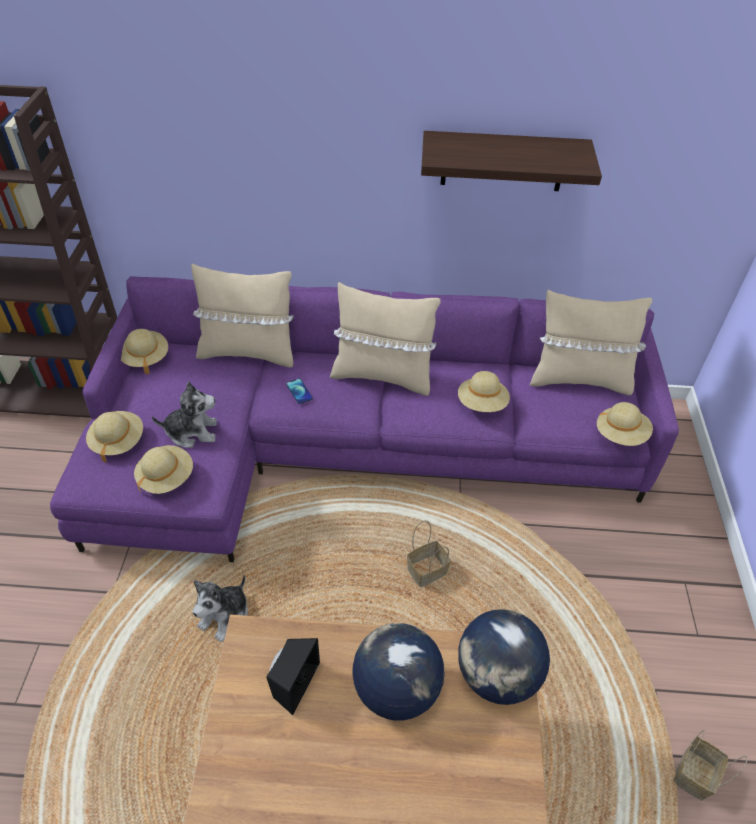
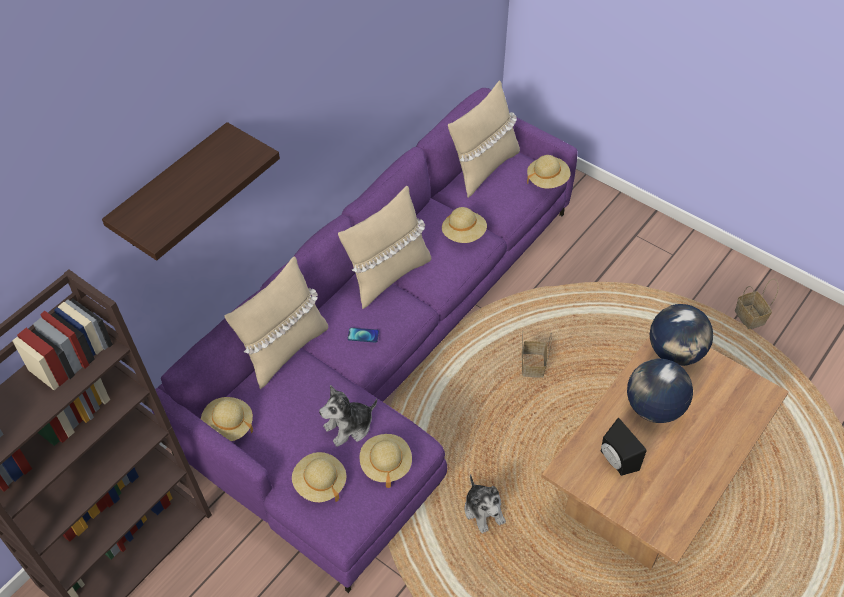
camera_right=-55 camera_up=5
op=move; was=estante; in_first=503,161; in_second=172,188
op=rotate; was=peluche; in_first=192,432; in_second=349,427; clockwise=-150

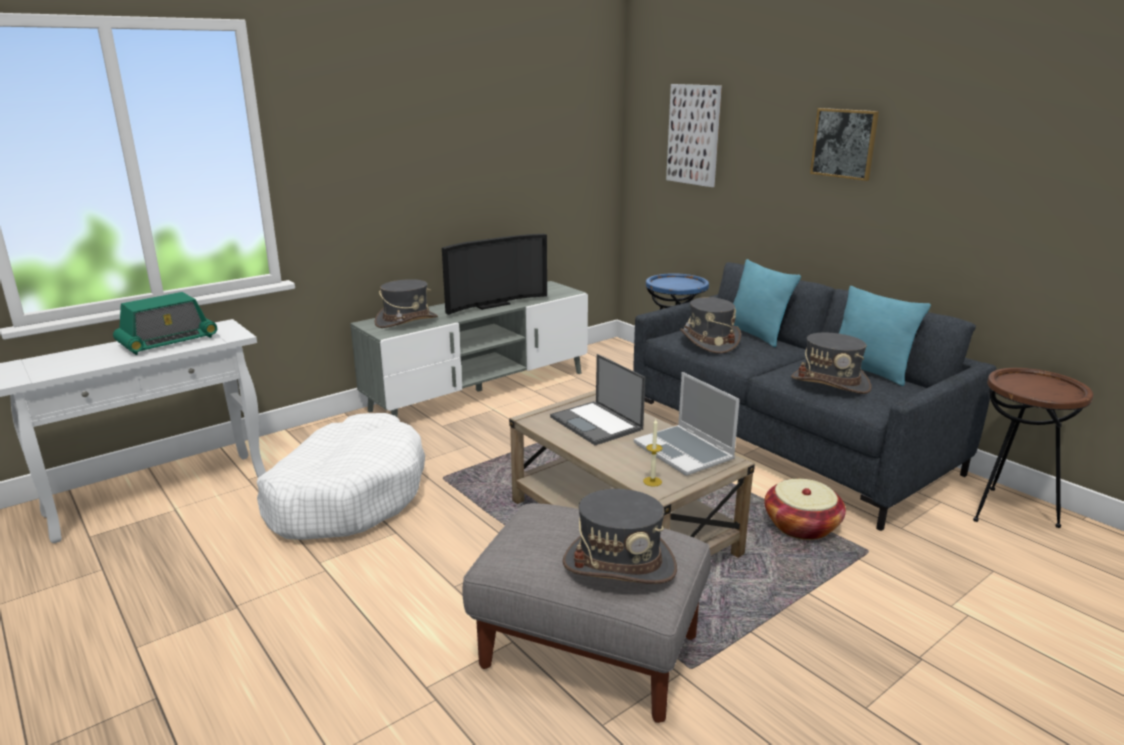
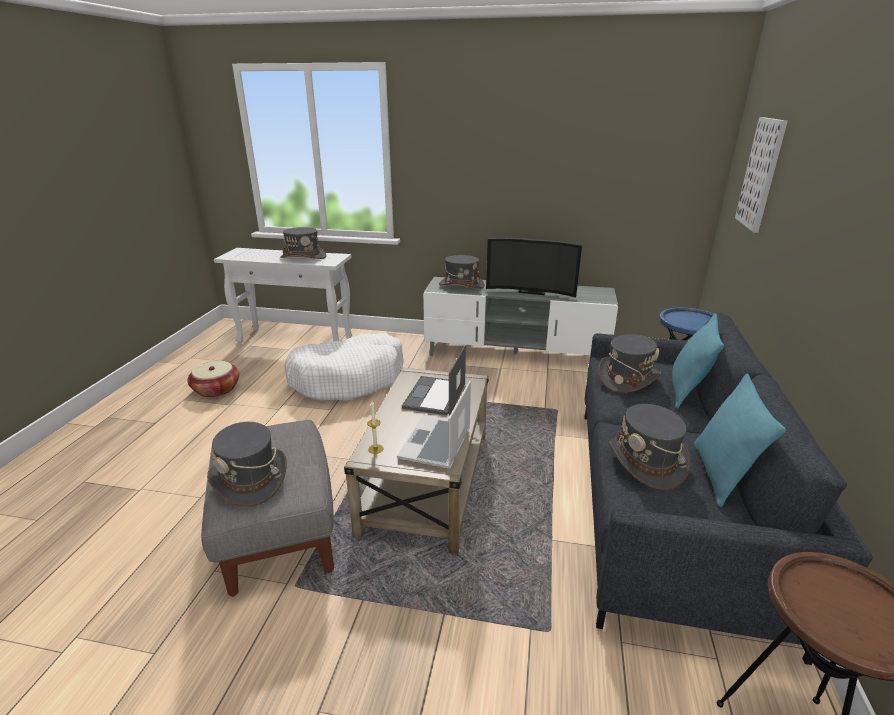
camera_right=50 camera_up=5
op=delete; was=cuadro; in_first=844,143
op=replace; was=radio; now=sombrero/gris; in_first=168,341; in_second=303,257
op=move; was=cesta; in_first=801,526; in_second=216,389

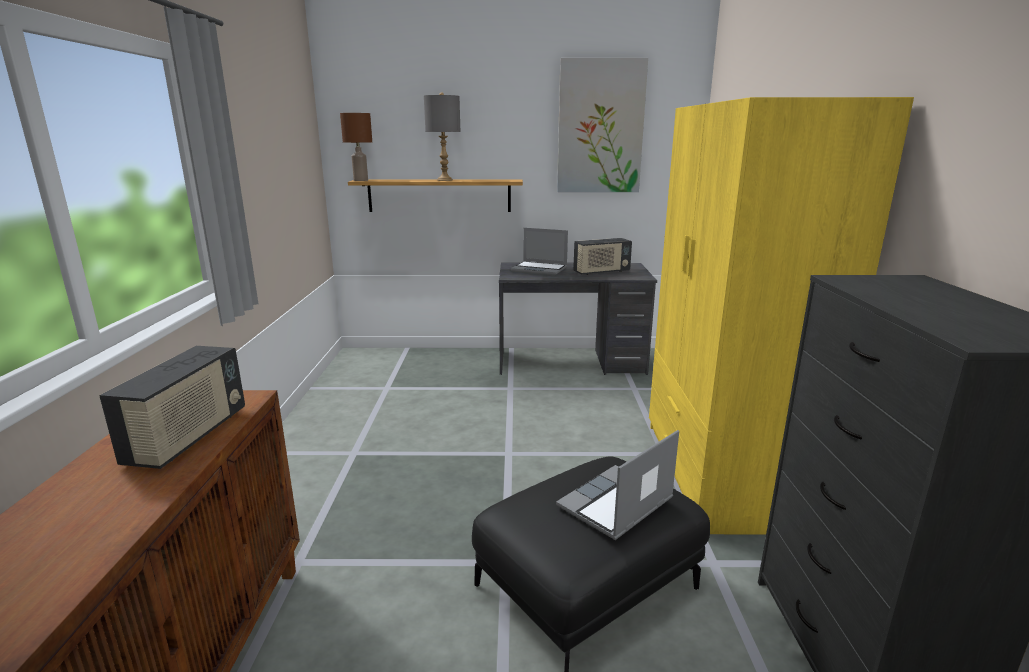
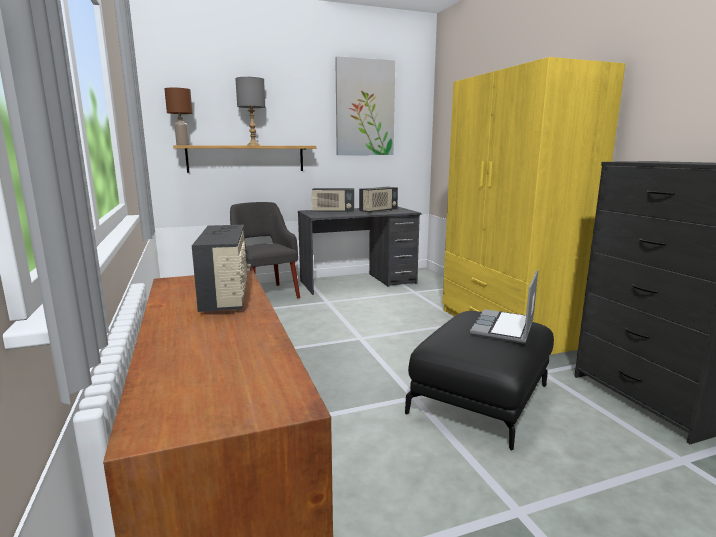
camera_right=-20 camera_up=-5
op=replace; was=portátil; now=radio; in_first=540,269; in_second=333,212
op=insert; now=sillón/gris; in_second=266,294

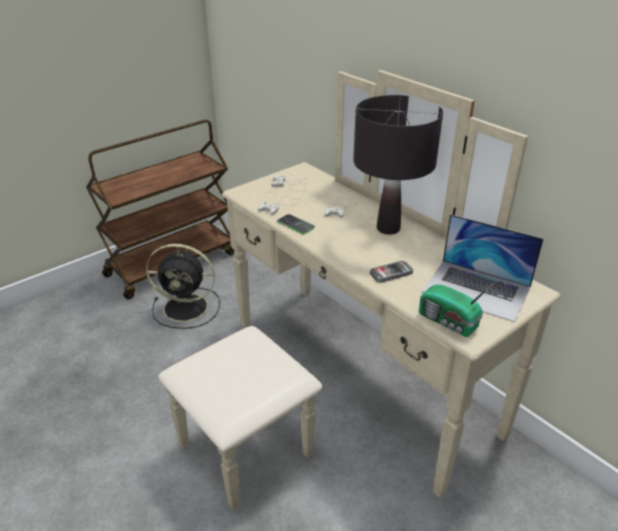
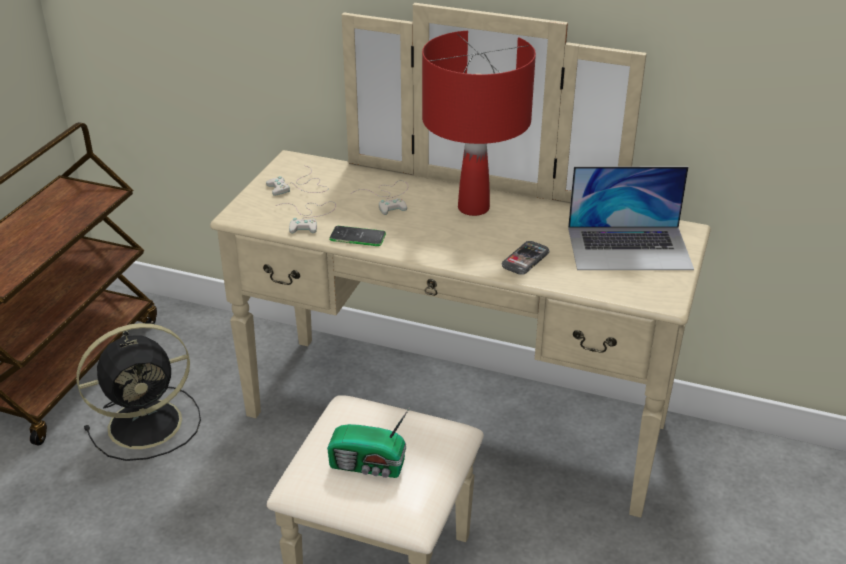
camera_right=-30 camera_up=0
op=recolor; was=lámpara de mesa/negro; now=lámpara de mesa/rojo; in_first=388,228; in_second=473,208
op=move; was=radio; in_first=448,322; in_second=369,466

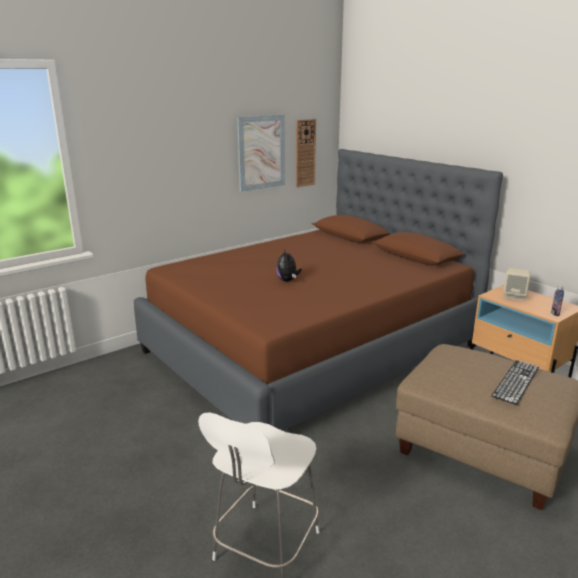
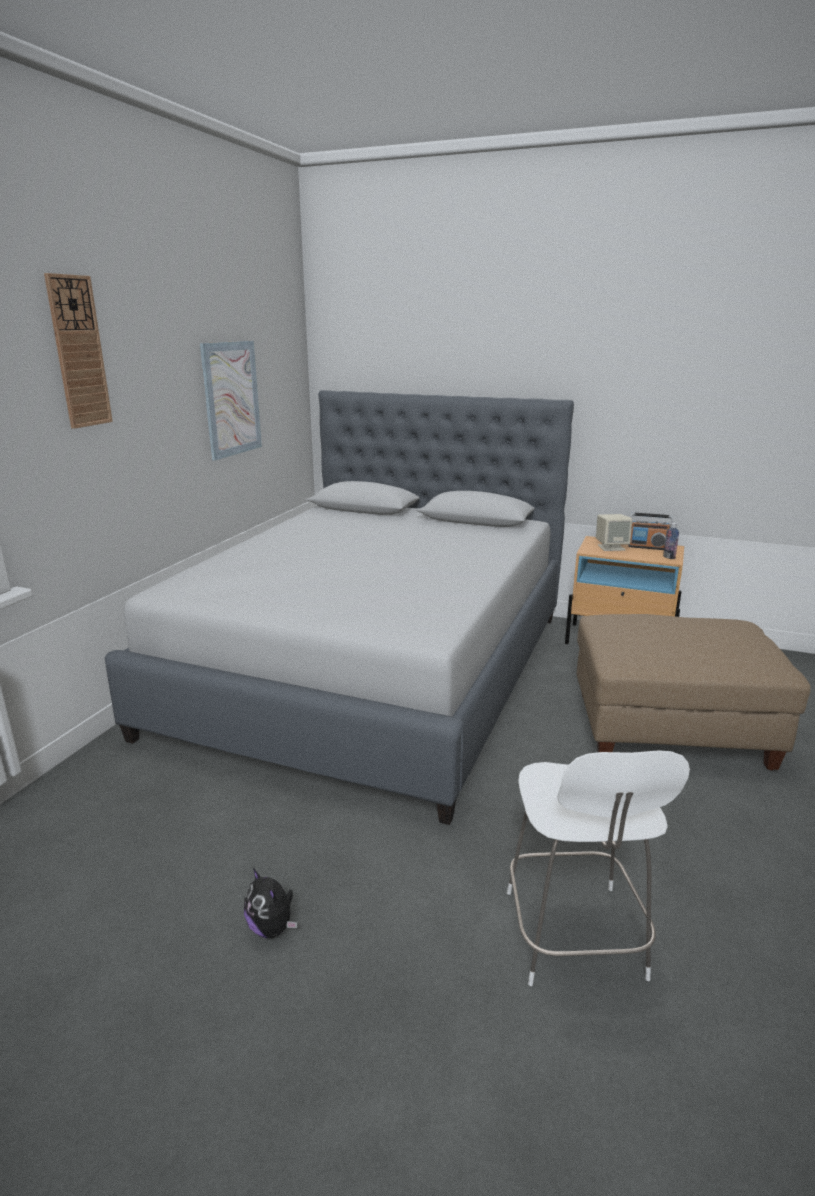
camera_right=-30 camera_up=0
op=move; was=reloj de pared; in_first=305,153; in_second=78,352
op=recolor; was=cama/marrón; now=cama/gris; in_first=311,349; in_second=374,671
op=move; was=peluche; in_first=288,280; in_second=272,928
op=delete; was=teclado; in_first=516,381
op=insert; now=radio; in_second=647,547

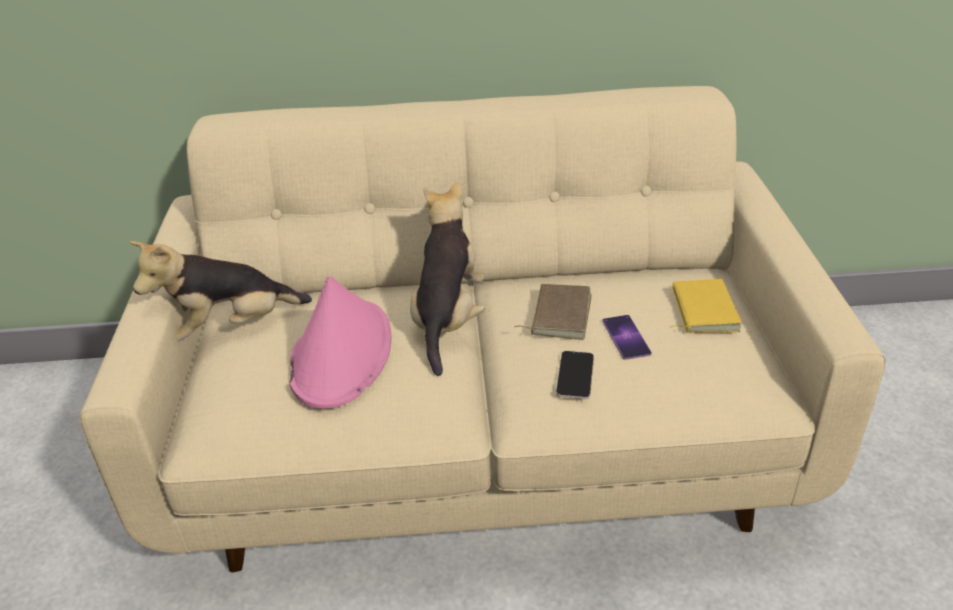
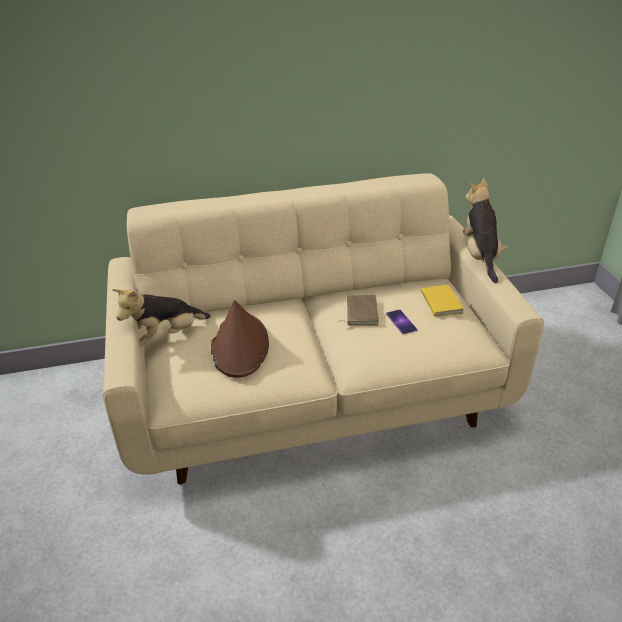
camera_right=-10 camera_up=0
op=move; was=peluche; in_first=447,319; in_second=480,256
op=recolor; was=sombrero/rosa; now=sombrero/marrón; in_first=341,354; in_second=240,346
op=delete; was=móvil; in_first=575,375

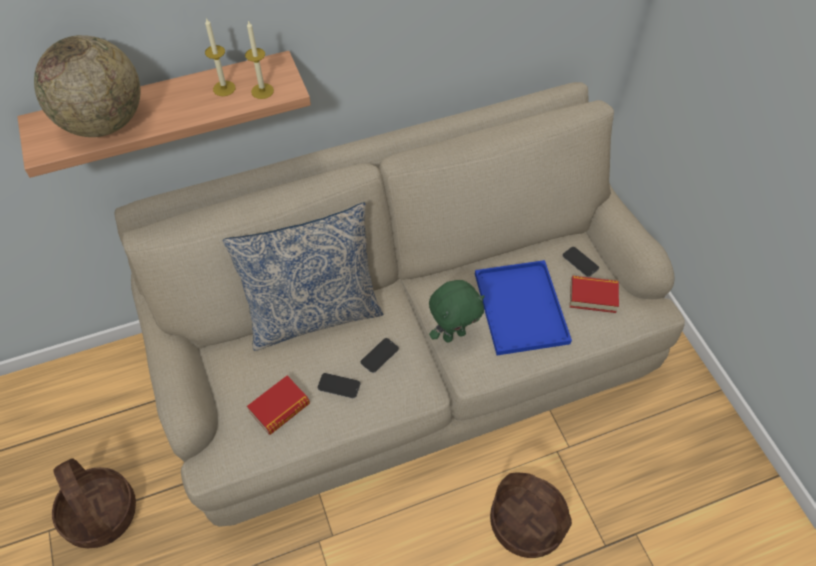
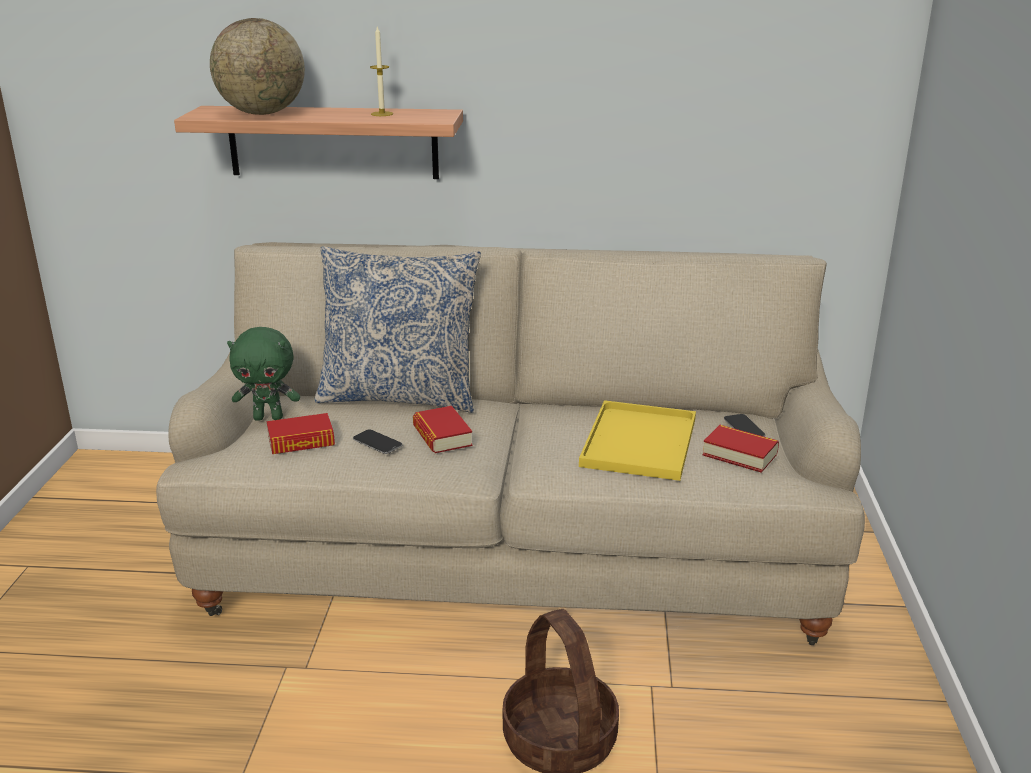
camera_right=25 camera_up=-30
op=delete; was=vela; in_first=262,91
op=recolor; was=bandeja/azul; now=bandeja/amarillo; in_first=519,306; in_second=638,440
op=move; was=peluche/verde; in_first=453,334; in_second=269,417
op=replace; was=móvil; now=libro; in_first=379,356; in_second=442,436
op=delete; was=cesta; in_first=100,513

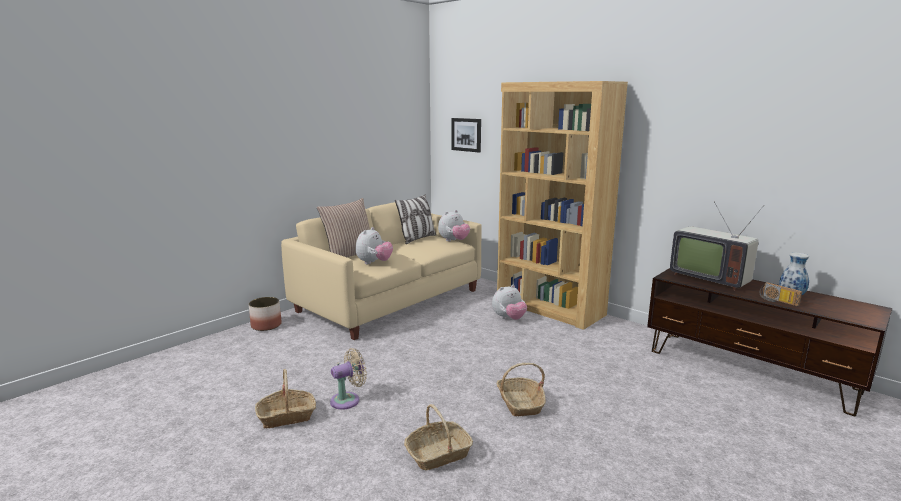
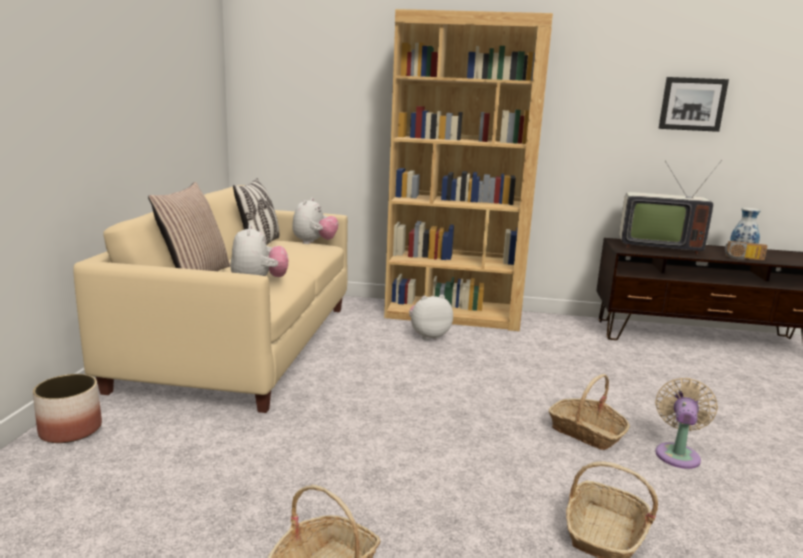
camera_right=-35 camera_up=0
op=move; was=cuadro; in_first=466,134; in_second=692,104
op=rotate; was=peluche; in_first=509,319; in_second=428,336; clockwise=-135
op=move; was=ventilador/beis; in_first=348,400; in_second=677,454

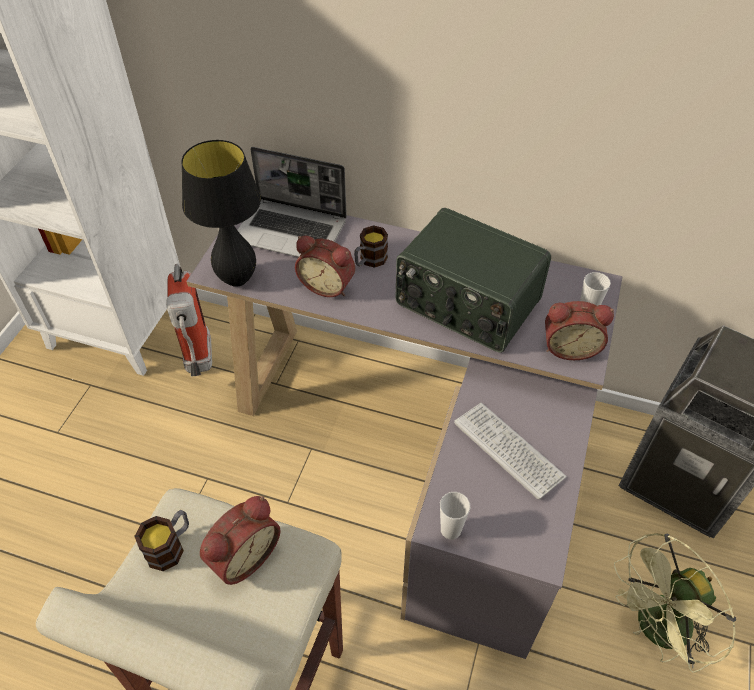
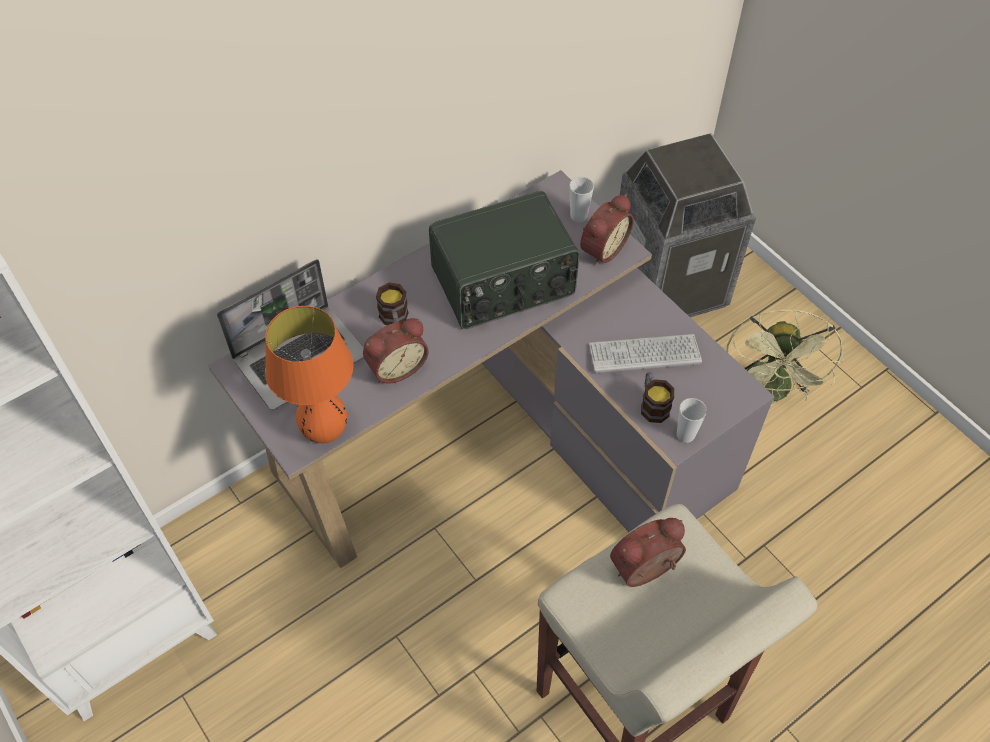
camera_right=-55 camera_up=5
op=recolor; was=lámpara de mesa/negro; now=lámpara de mesa/naranja; in_first=237,279; in_second=325,433
op=delete; was=extintor; in_first=199,363
op=rotate; was=despertador; in_first=242,555; in_second=646,571; clockwise=-105
op=move; was=taza grande; in_first=170,546; in_second=652,404

